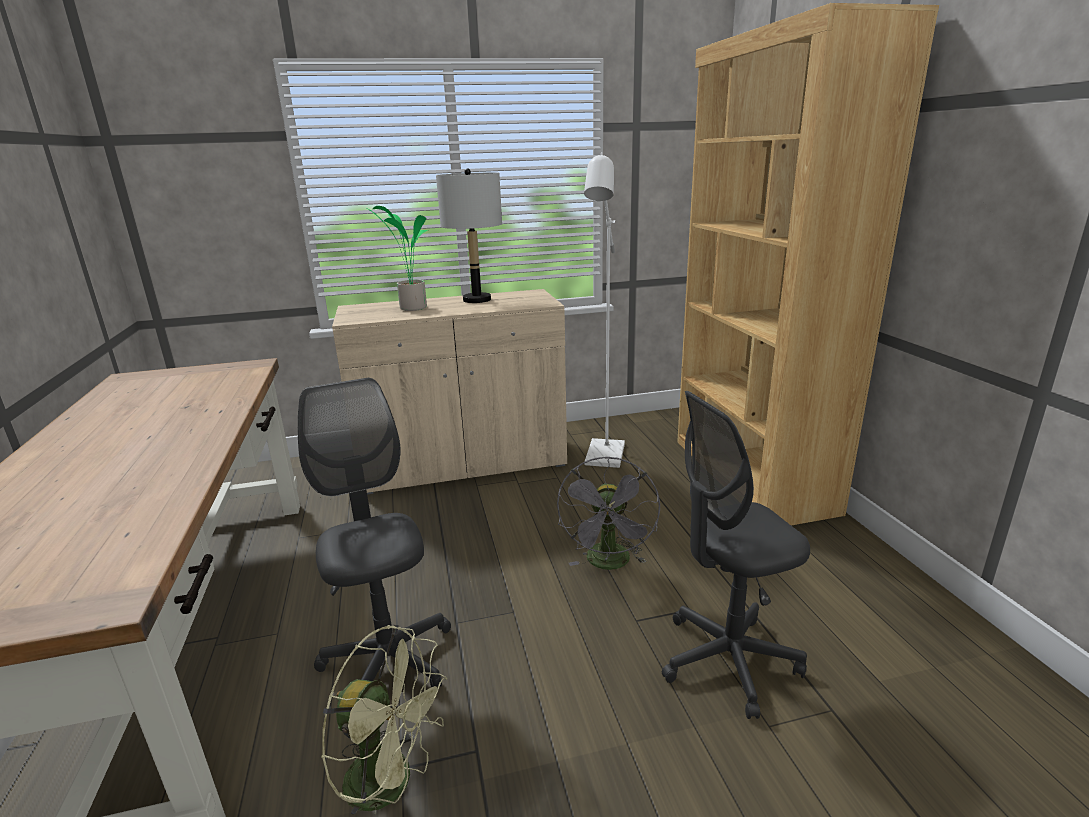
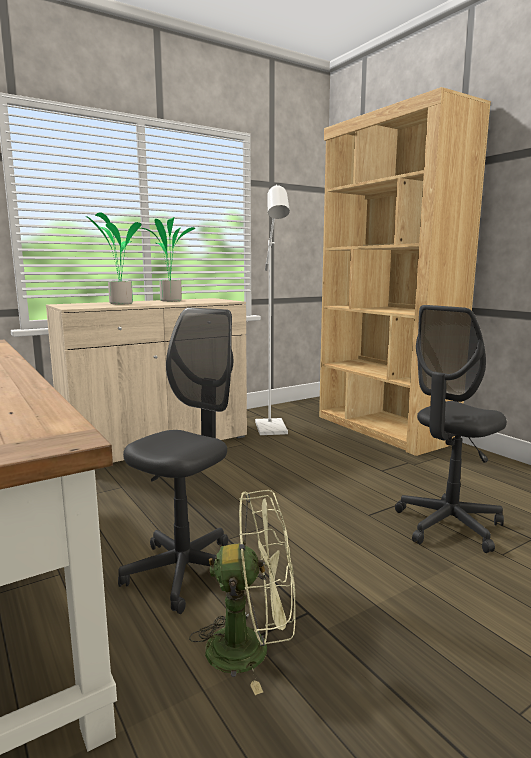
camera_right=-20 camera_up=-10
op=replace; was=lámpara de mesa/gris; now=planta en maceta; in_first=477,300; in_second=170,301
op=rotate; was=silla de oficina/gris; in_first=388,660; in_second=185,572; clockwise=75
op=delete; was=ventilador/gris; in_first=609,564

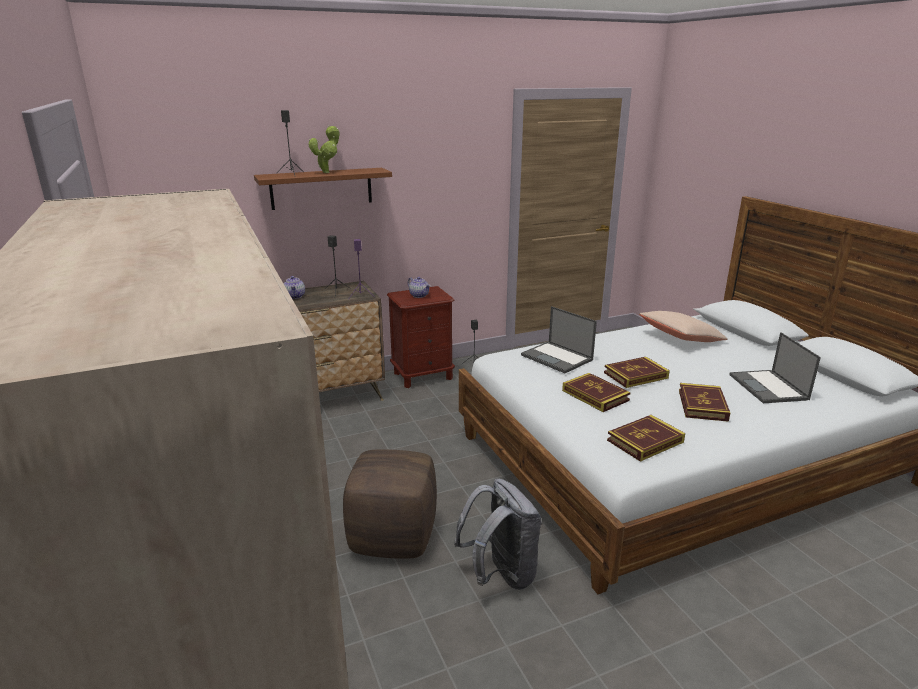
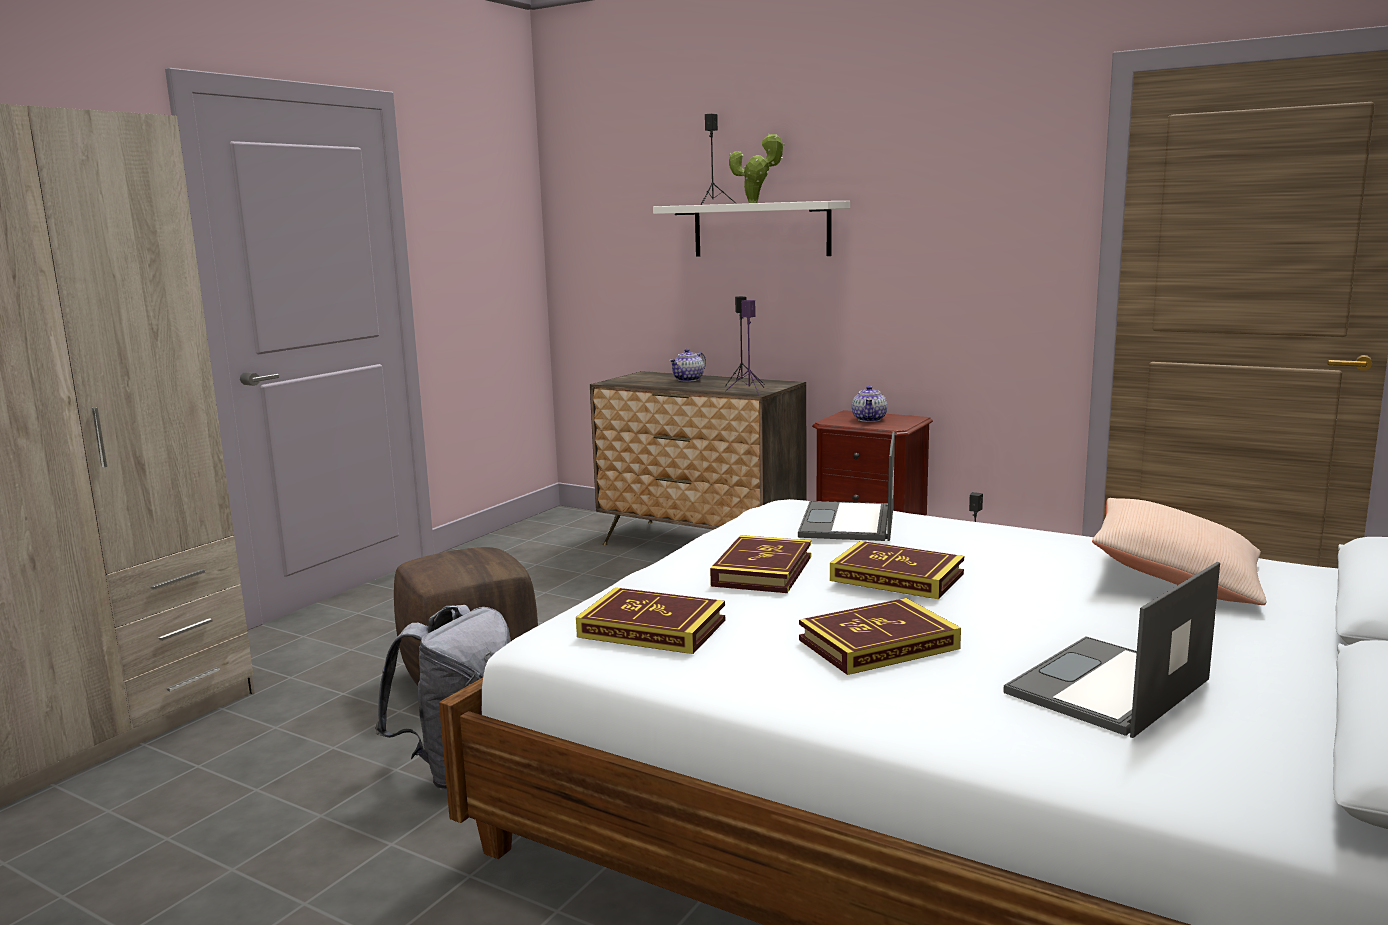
camera_right=55 camera_up=-10
op=recolor; was=estante/marrón; now=estante/blanco; in_first=321,188; in_second=761,229

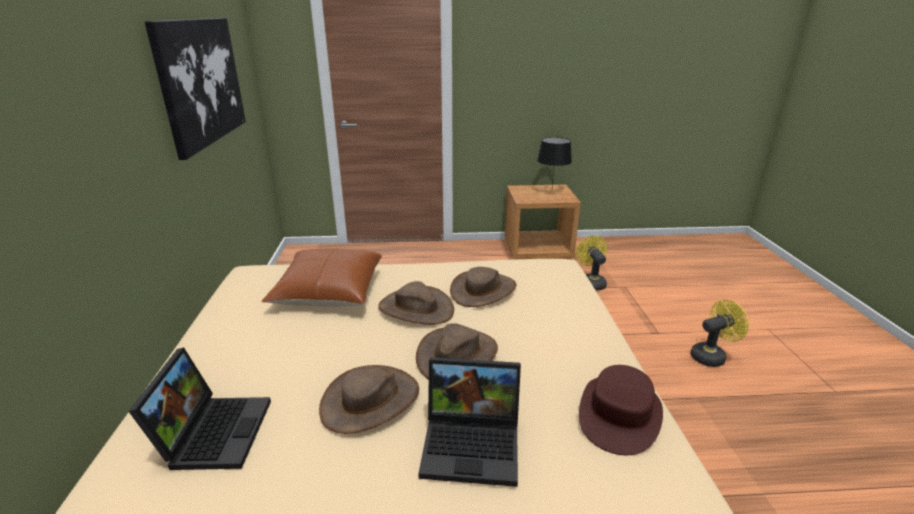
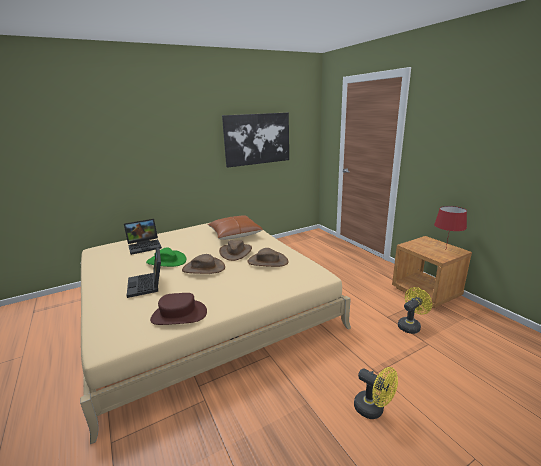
camera_right=65 camera_up=-5
op=recolor; was=lámpara de mesa/negro; now=lámpara de mesa/rojo; in_first=551,190; in_second=446,249
op=recolor; was=sombrero/marrón; now=sombrero/verde; in_first=371,401; in_second=166,261

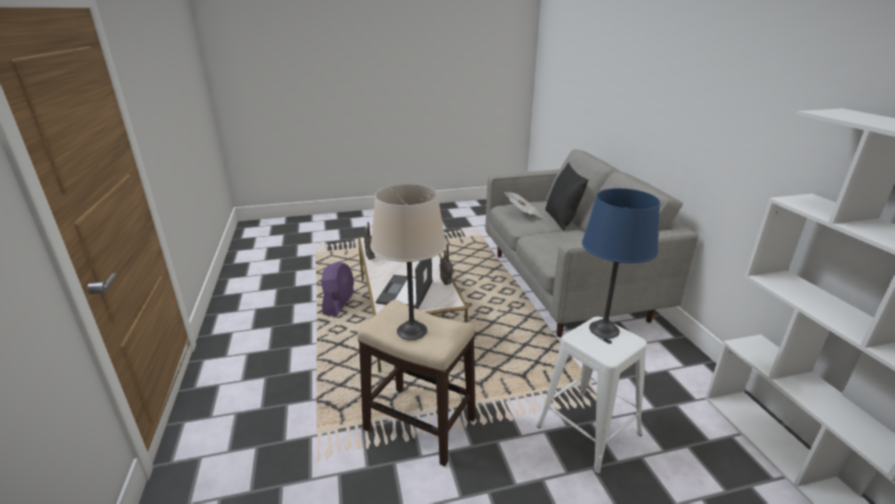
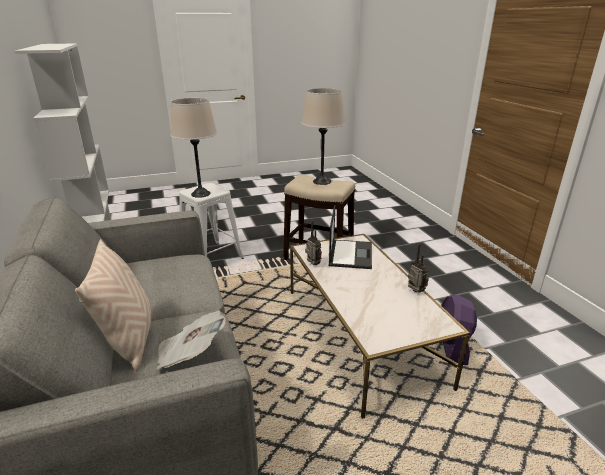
camera_right=175 camera_up=0
op=recolor; was=cojín/negro; now=cojín/beis; in_first=561,220; in_second=130,339
op=recolor; was=lámpara de mesa/azul; now=lámpara de mesa/beis; in_first=604,329; in_second=200,194

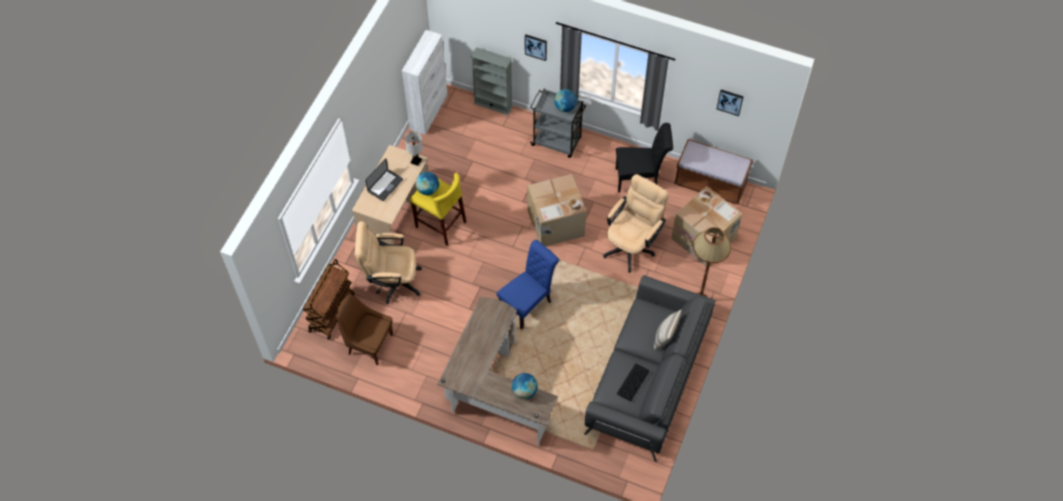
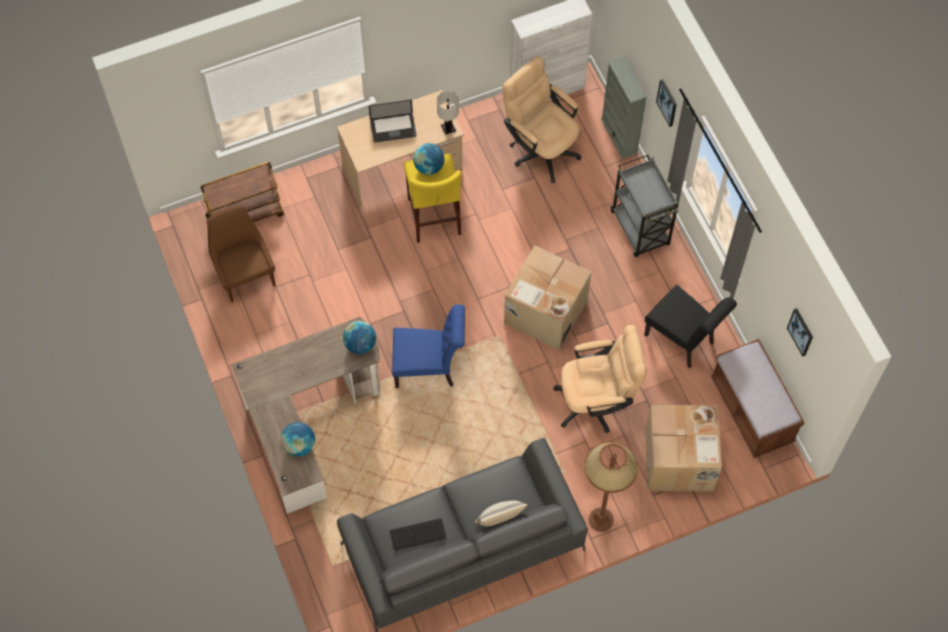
camera_right=45 camera_up=5
op=move; was=globo terráqueo; in_first=565,107; in_second=360,344
op=move; was=silla de oficina/beis; in_first=391,281; in_second=540,148

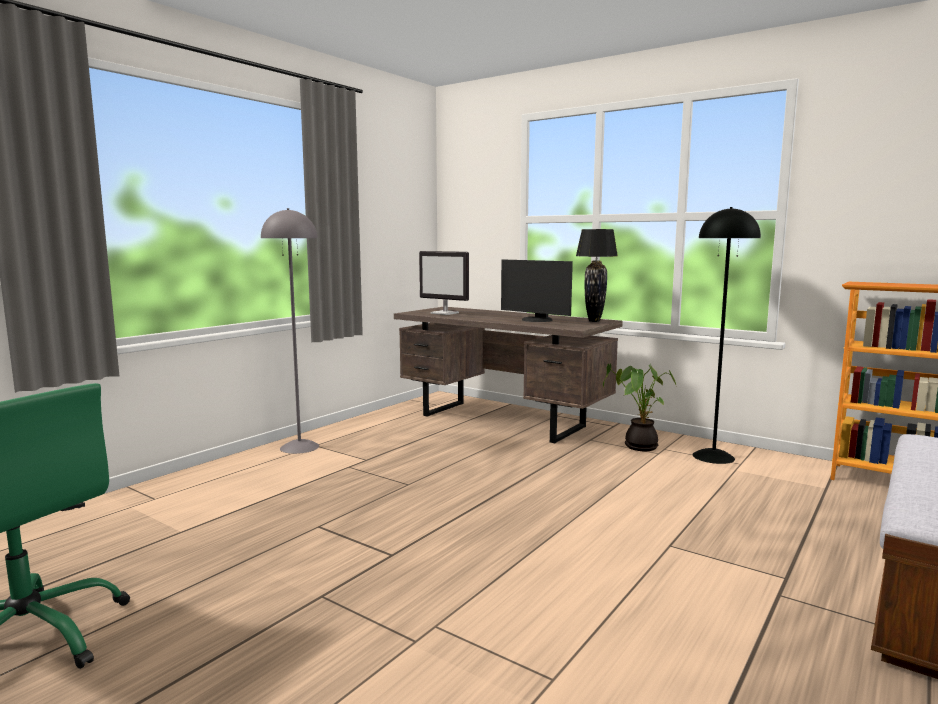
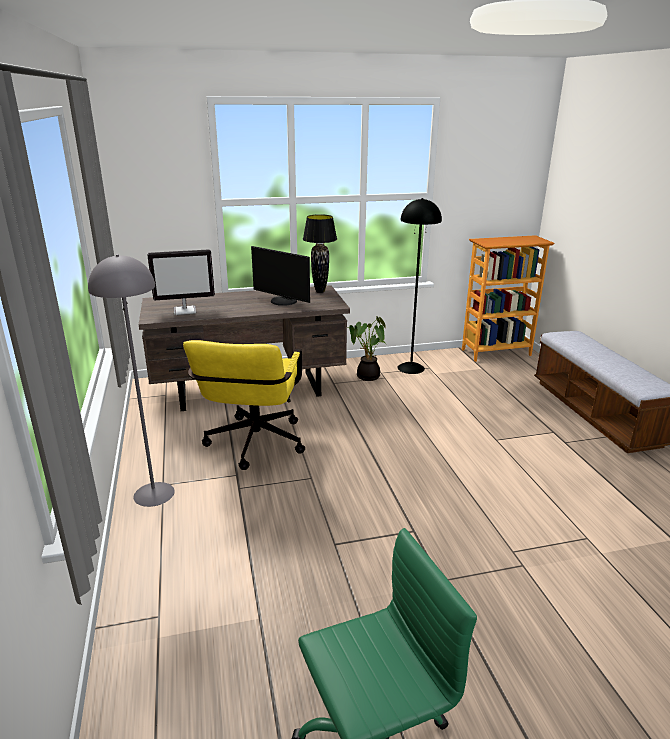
camera_right=-50 camera_up=15
op=rotate; was=monitor; in_first=536,320; in_second=283,301; clockwise=45
op=insert; now=silla de oficina/amarillo; in_second=253,446

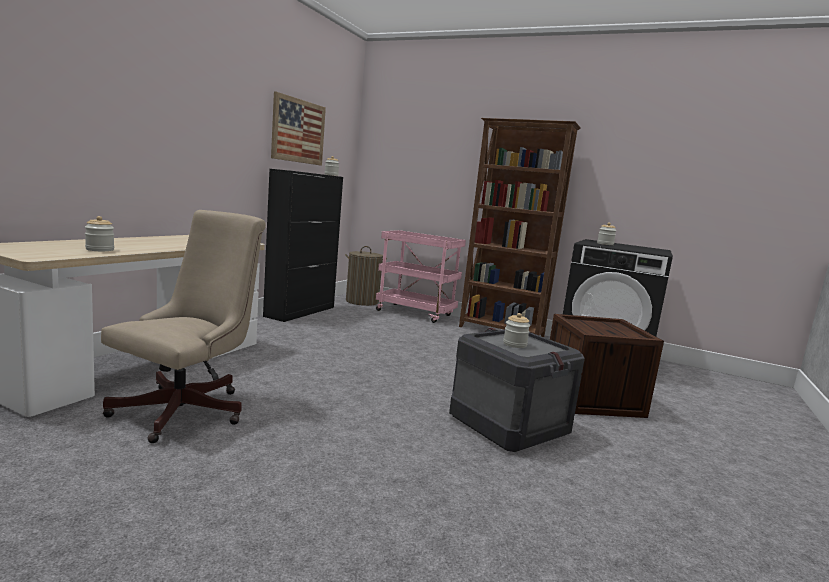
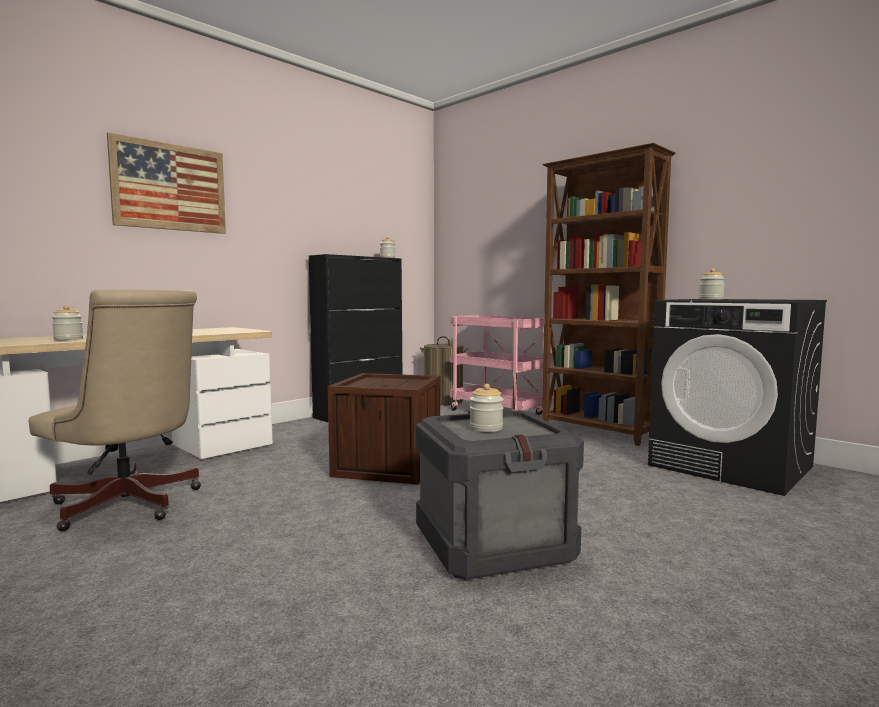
camera_right=20 camera_up=-5
op=move; was=cuadro; in_first=298,131; in_second=170,187
op=rotate; was=silla de oficina/beis; in_first=189,409; in_second=129,506; clockwise=75
op=move; was=caja de embalaje; in_first=591,398; in_second=387,466

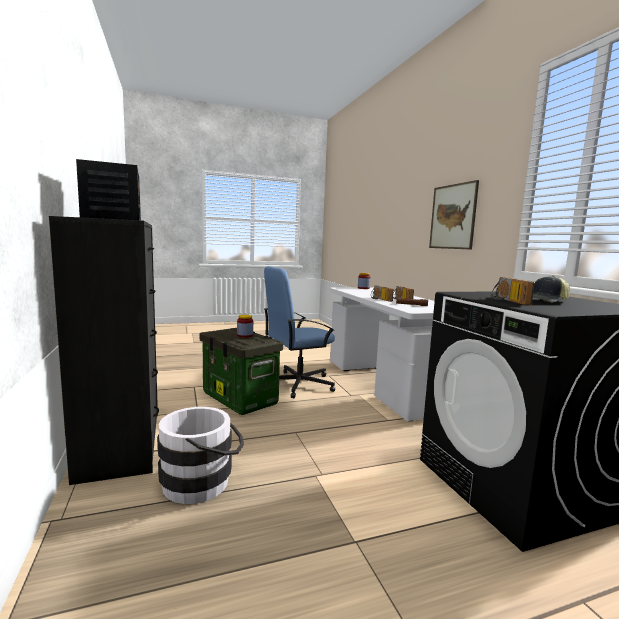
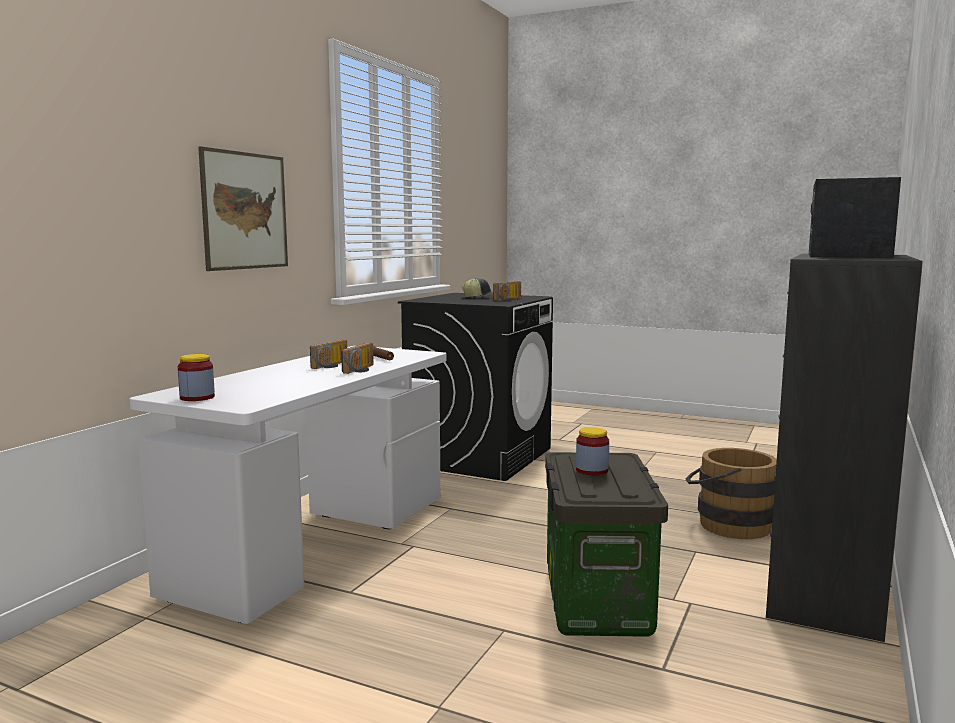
camera_right=-135 camera_up=0
op=delete; was=silla de oficina/azul; in_first=298,384
op=recolor; was=cubo/blanco; now=cubo/marrón; in_first=203,482; in_second=727,524

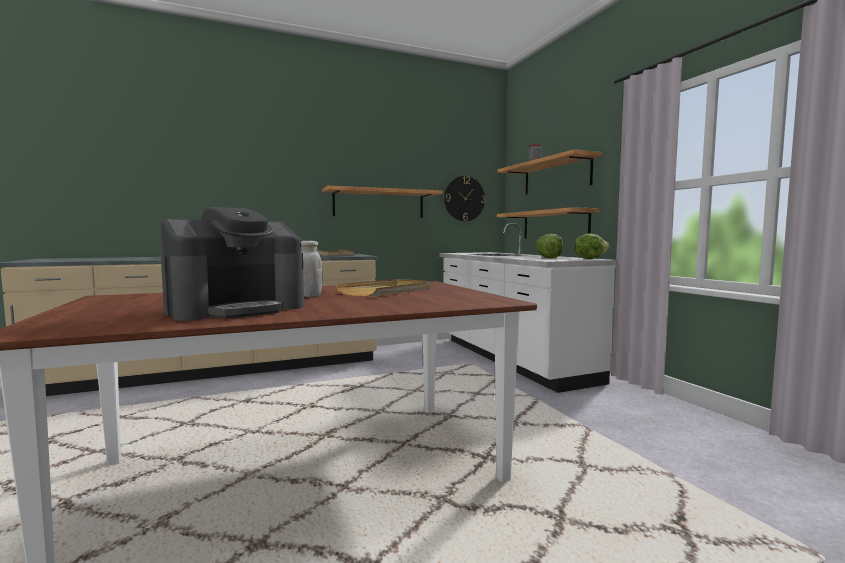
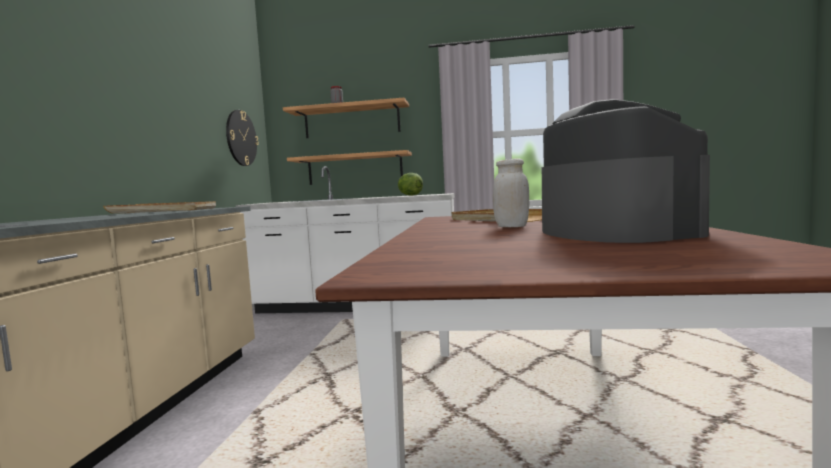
camera_right=-60 camera_up=0
op=delete; was=estante; in_first=379,204
op=delete; was=lechuga; in_first=589,259

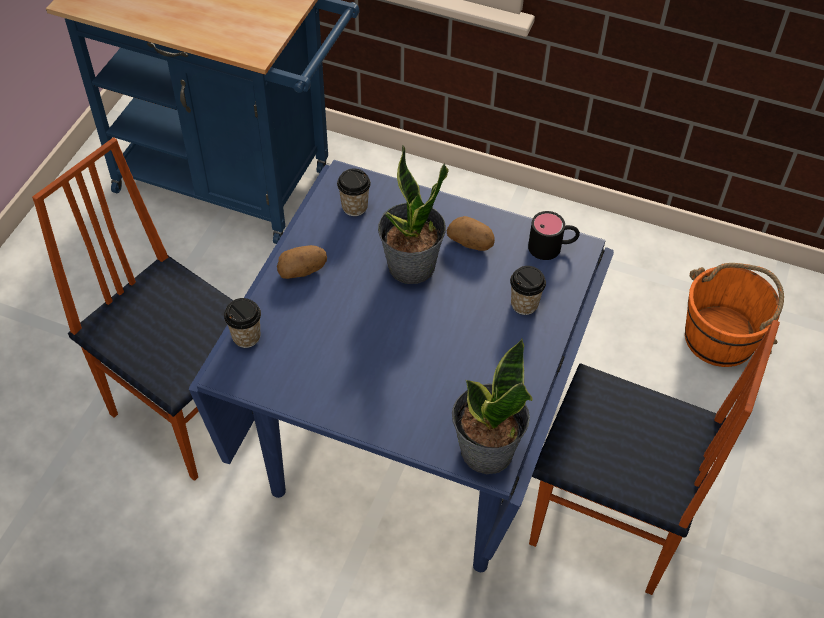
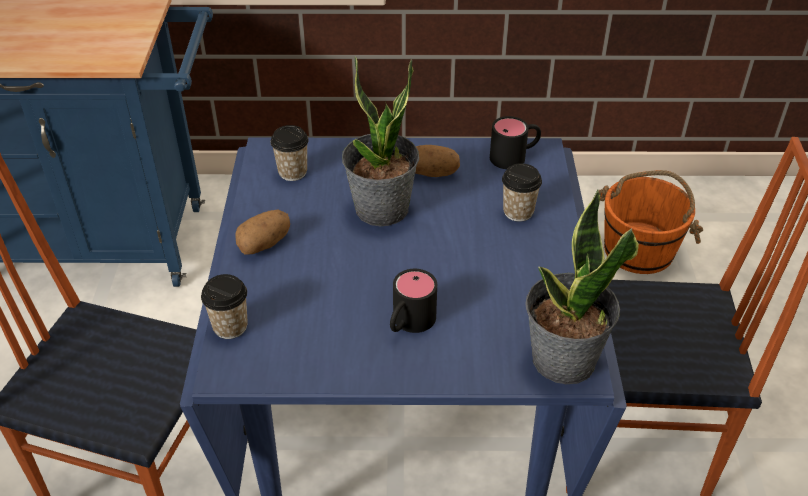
camera_right=-20 camera_up=-10
op=insert; now=taza grande/negro; in_second=408,323

